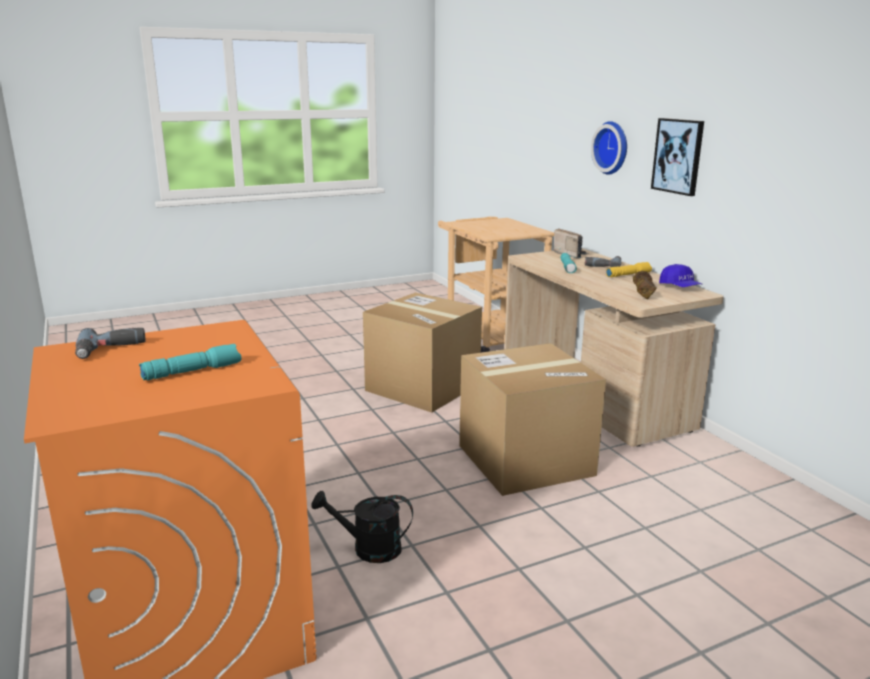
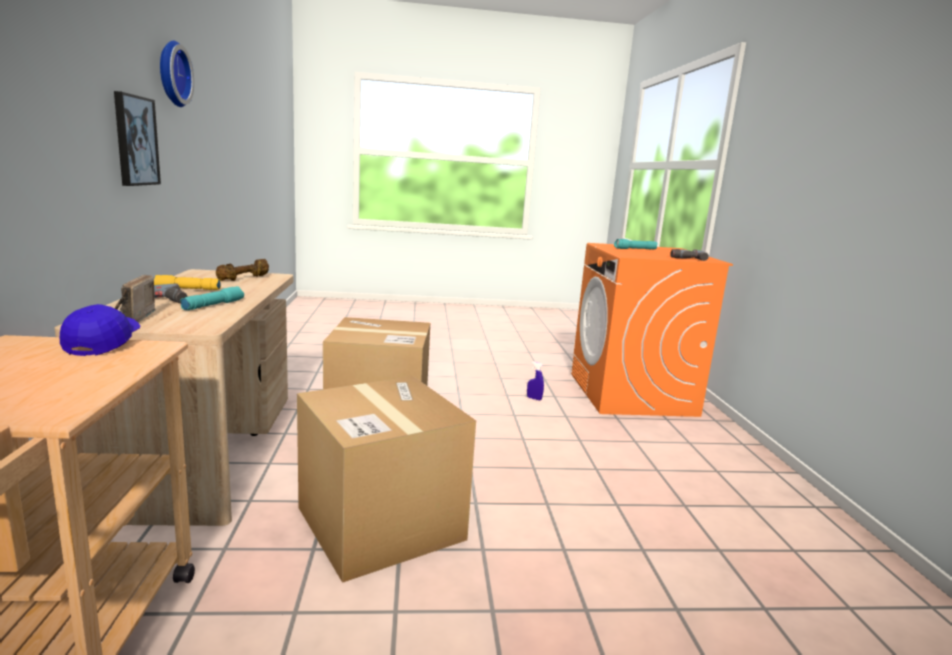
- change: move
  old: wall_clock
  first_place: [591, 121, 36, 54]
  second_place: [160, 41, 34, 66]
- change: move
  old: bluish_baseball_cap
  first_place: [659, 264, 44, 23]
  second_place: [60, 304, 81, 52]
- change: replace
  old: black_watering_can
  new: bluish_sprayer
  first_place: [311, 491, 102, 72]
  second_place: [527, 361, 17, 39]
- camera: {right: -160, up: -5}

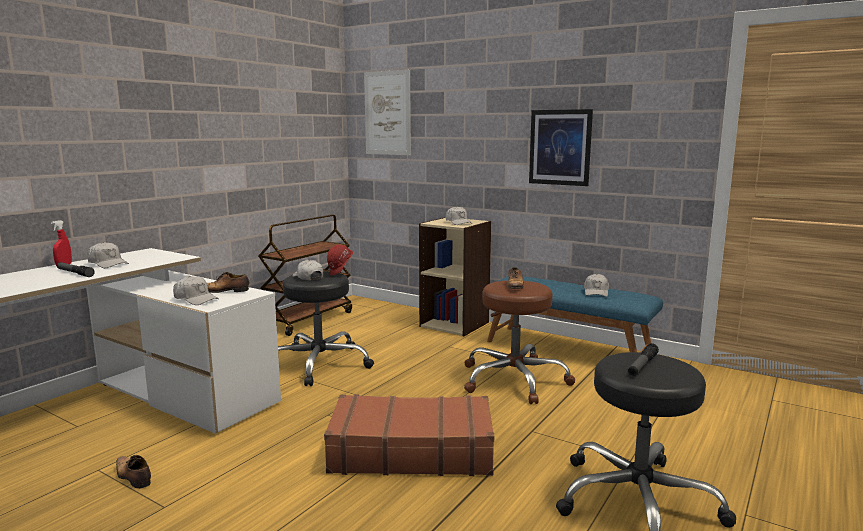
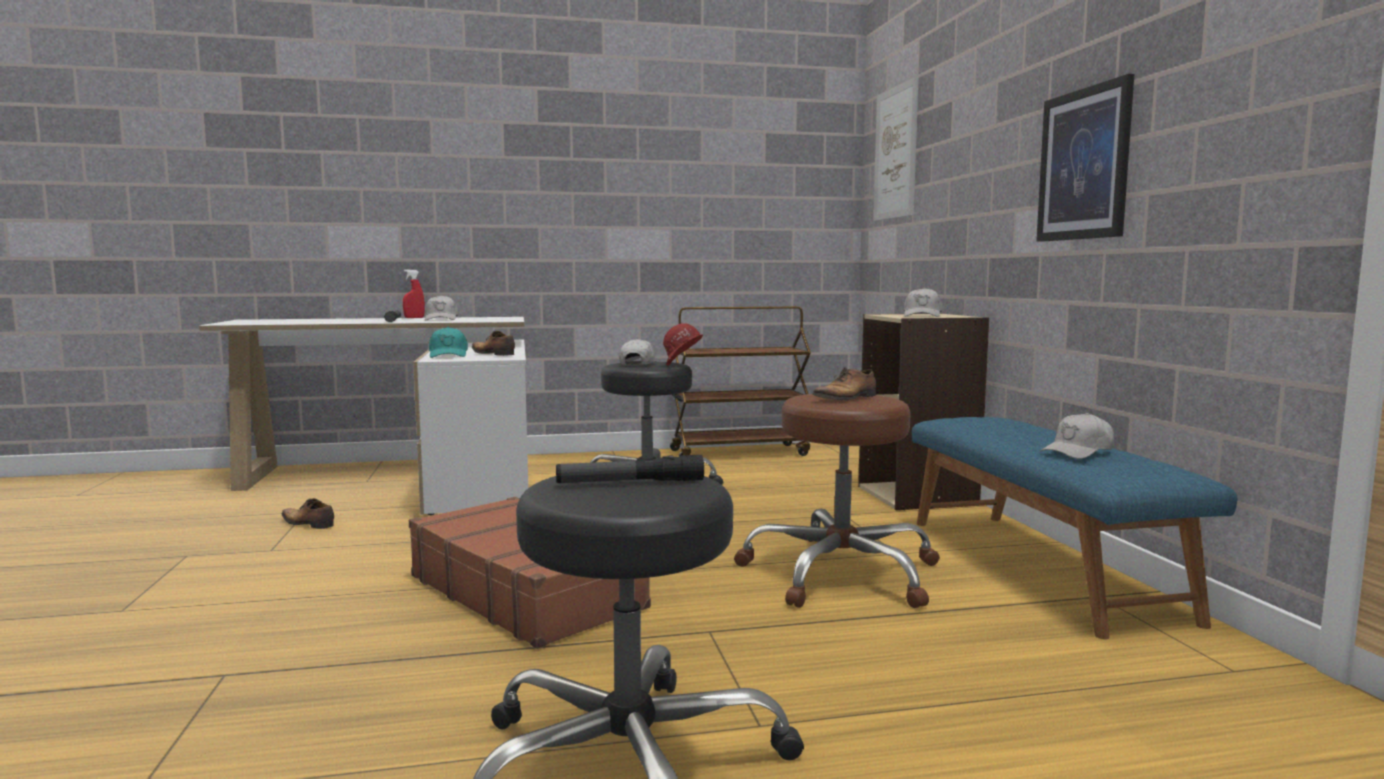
- change: recolor
  old: white-coloured_baseball_cap
  new: blue-green_baseball_cap
  first_place: [173, 276, 46, 29]
  second_place: [429, 327, 39, 31]
- change: rotate
  old: shoe
  first_place: [116, 455, 35, 34]
  second_place: [282, 498, 52, 31]
  degrees: -60
- camera: {right: 45, up: -5}

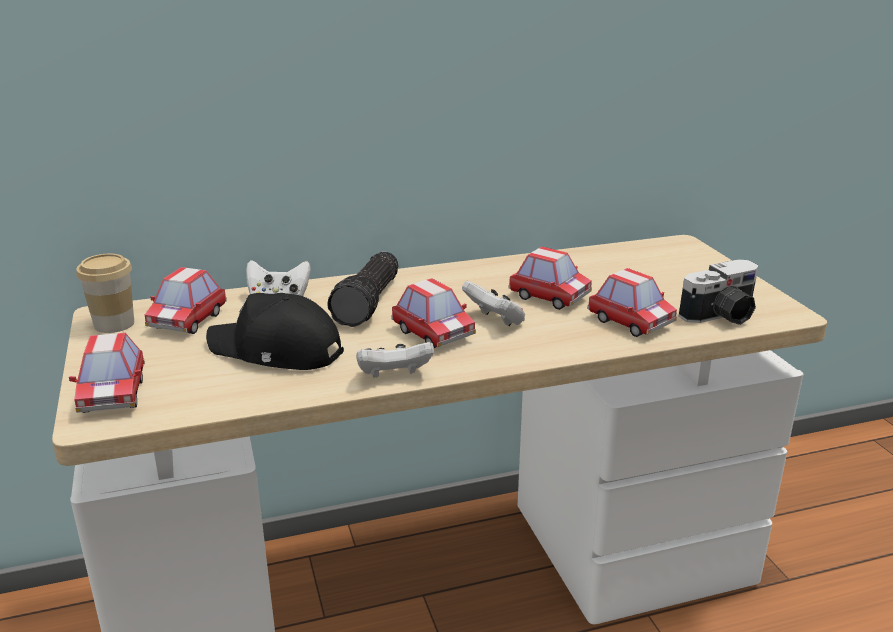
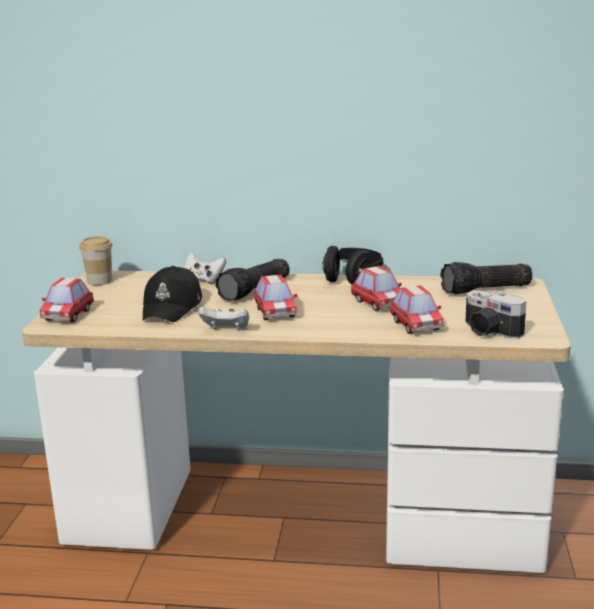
- change: rotate
  old: still_camera
  first_place: [679, 259, 80, 66]
  second_place: [465, 291, 61, 48]
  degrees: 45
- change: delete
  old: model_car
  first_place: [145, 267, 82, 67]
- change: delete
  old: white-coloured_joypad
  first_place: [462, 281, 63, 45]
- change: rotate
  old: black_baseball_cap
  first_place: [206, 293, 138, 77]
  second_place: [143, 266, 59, 56]
  degrees: -120
- change: insert
  new: black_headset
  second_place: [322, 246, 61, 38]
- change: insert
  new: hand_torch
  second_place: [440, 262, 92, 32]
- camera: {right: 25, up: -5}

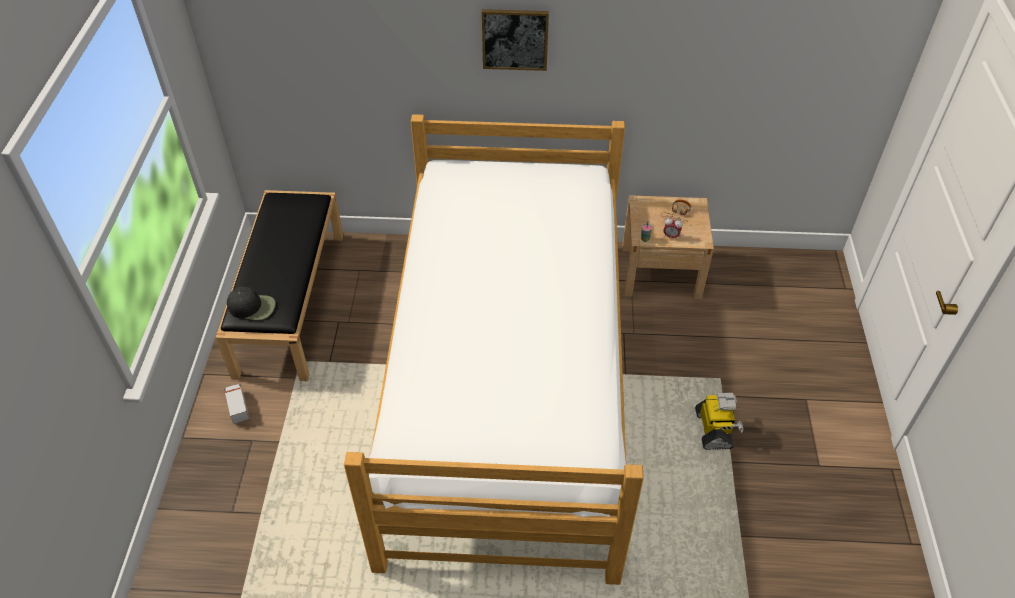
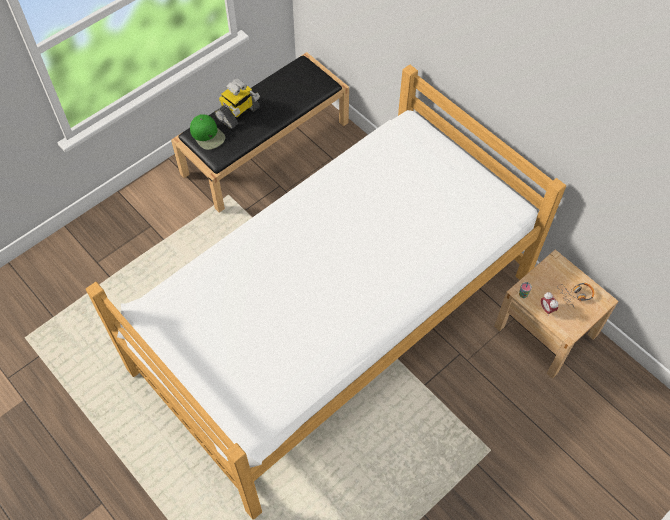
- change: delete
  old: picture
  first_place: [482, 9, 67, 62]
- change: recolor
  old: black_baseball_cap
  new: green_baseball_cap
  first_place: [227, 287, 48, 33]
  second_place: [190, 114, 35, 36]
- change: delete
  old: toy_lorry
  first_place: [224, 384, 25, 40]
- change: move
  old: robot_figure
  first_place: [695, 393, 49, 57]
  second_place: [215, 78, 45, 51]
- camera: {right: 45, up: 10}

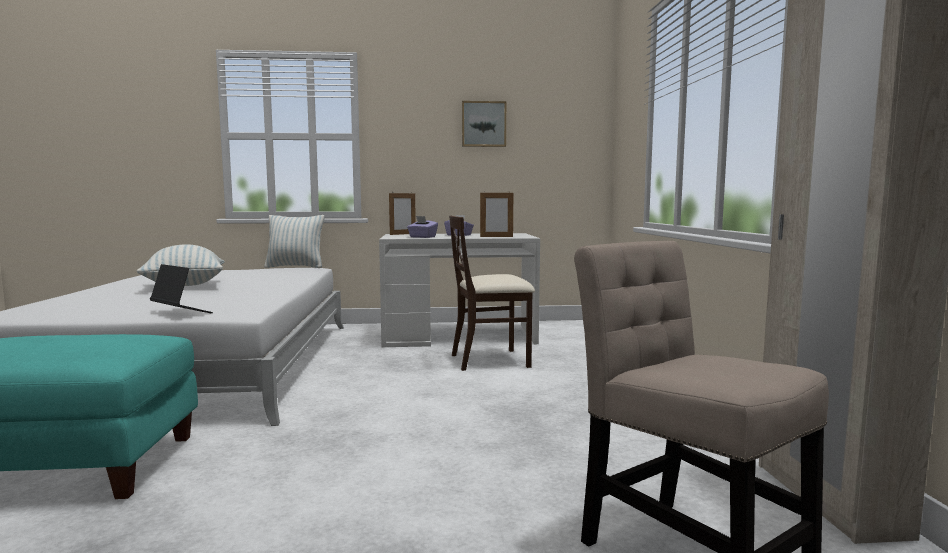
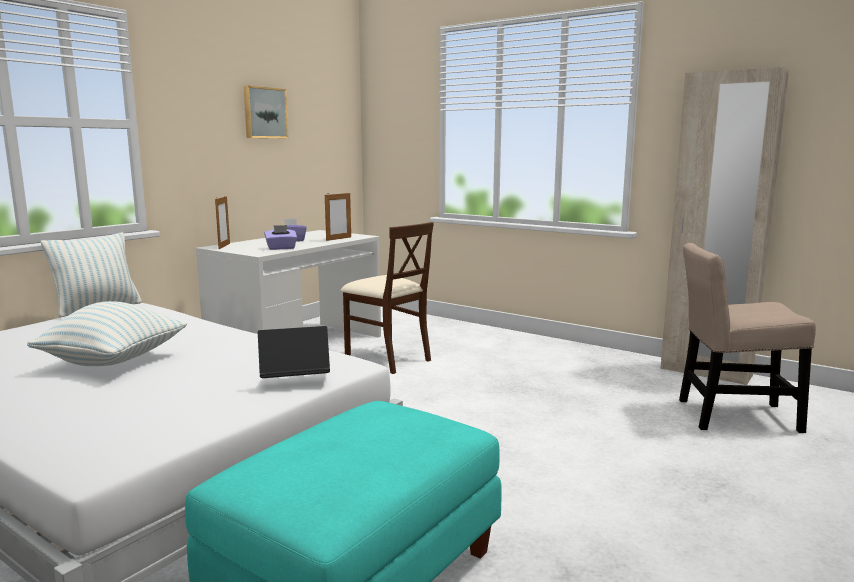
- change: rotate
  old: beige-coloured_chair
  first_place: [449, 215, 86, 156]
  second_place: [341, 222, 93, 152]
  degrees: -75
- camera: {right: -50, up: 5}

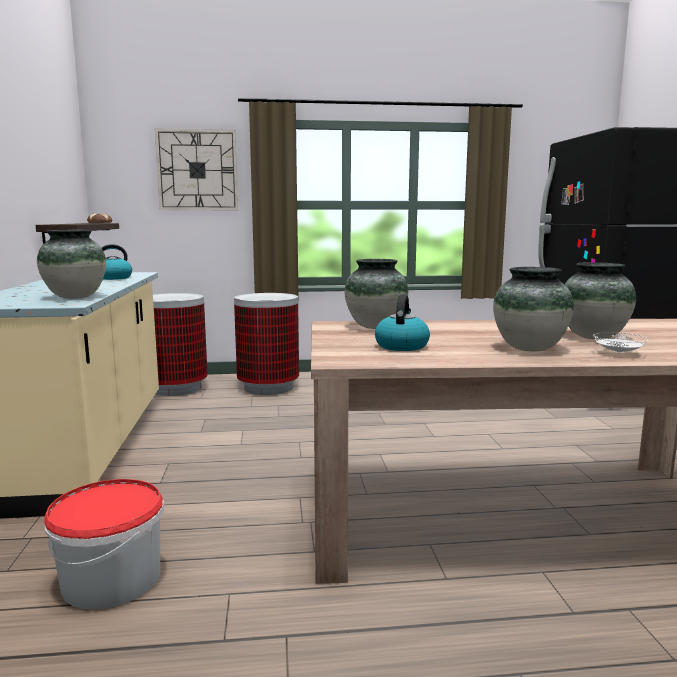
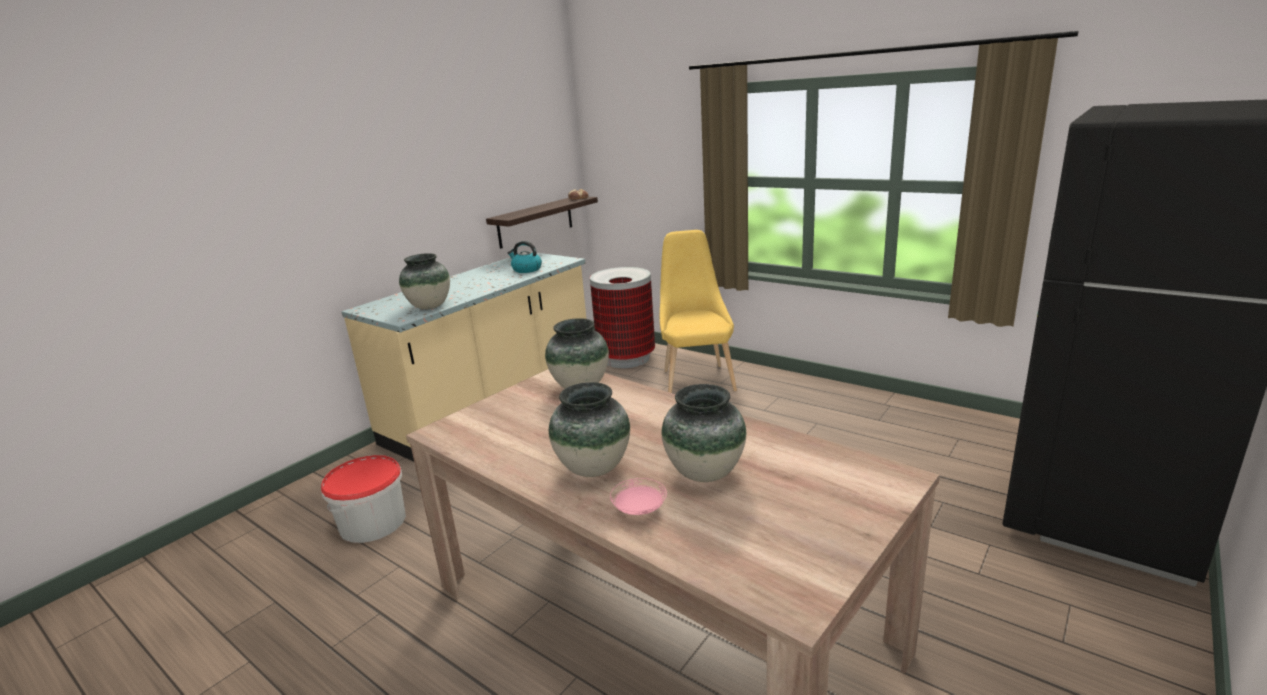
- change: delete
  old: wall_clock
  first_place: [154, 128, 84, 82]
- change: replace
  old: waste_bin
  new: yellow_chair
  first_place: [234, 293, 65, 102]
  second_place: [660, 230, 77, 163]
- change: delete
  old: water_kettle
  first_place: [375, 294, 55, 57]
- change: recolor
  old: white-coloured_flat_dish
  new: pink-coloured_flat_dish
  first_place: [593, 332, 55, 22]
  second_place: [610, 478, 57, 37]
- camera: {right: 45, up: 10}

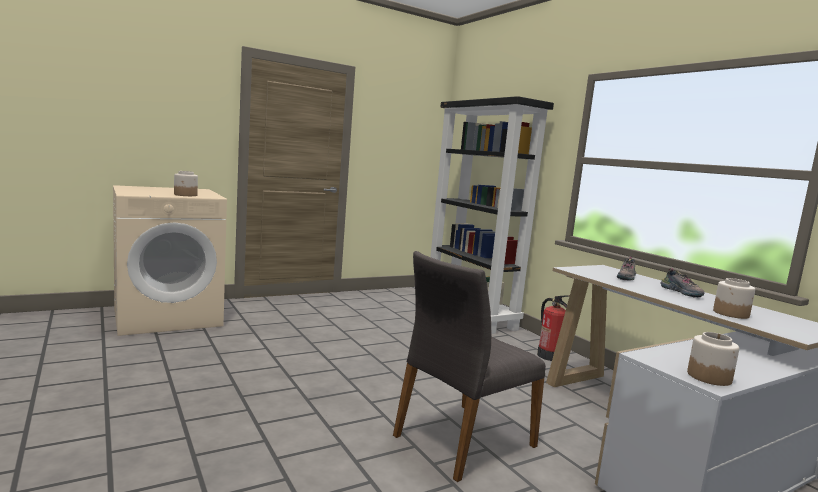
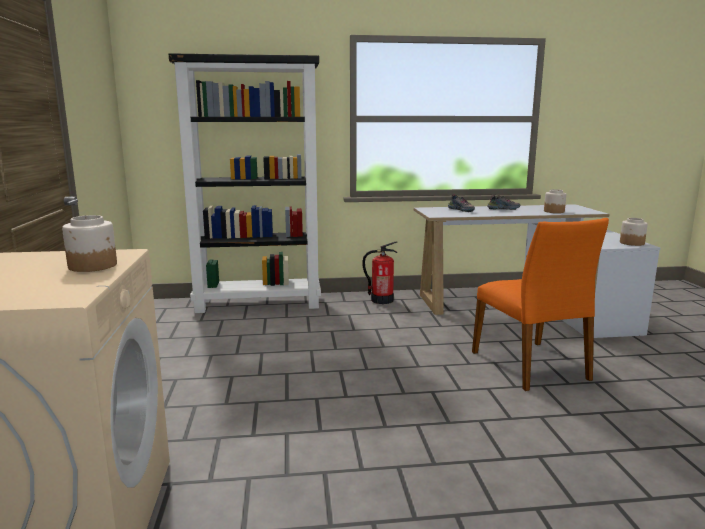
- change: recolor
  old: grey_chair
  new: orange_chair
  first_place: [393, 251, 153, 231]
  second_place: [472, 218, 137, 173]
- camera: {right: -65, up: 5}

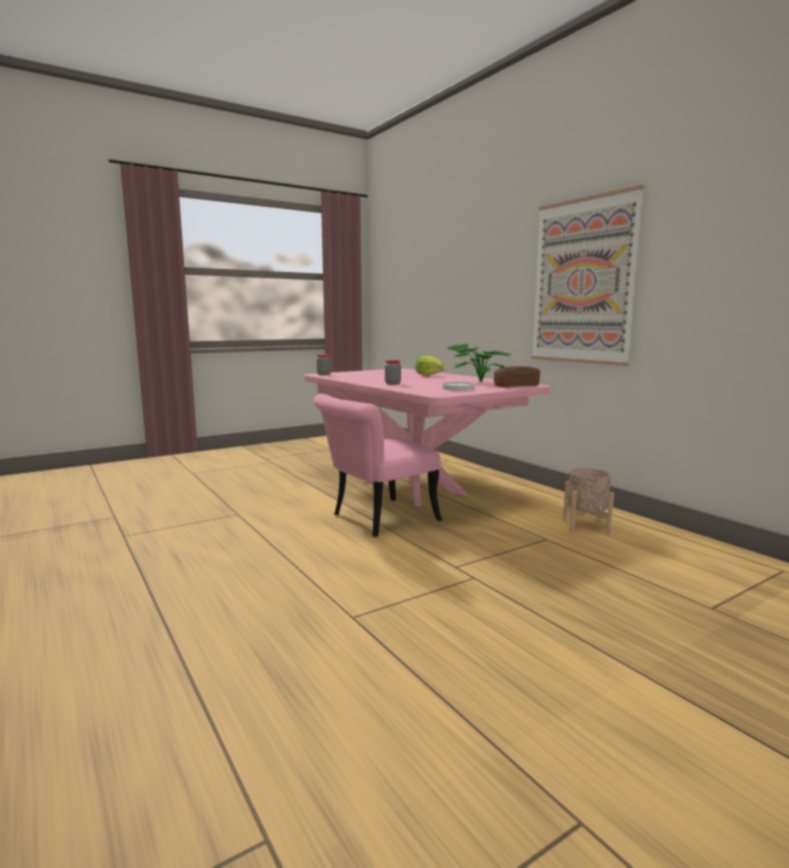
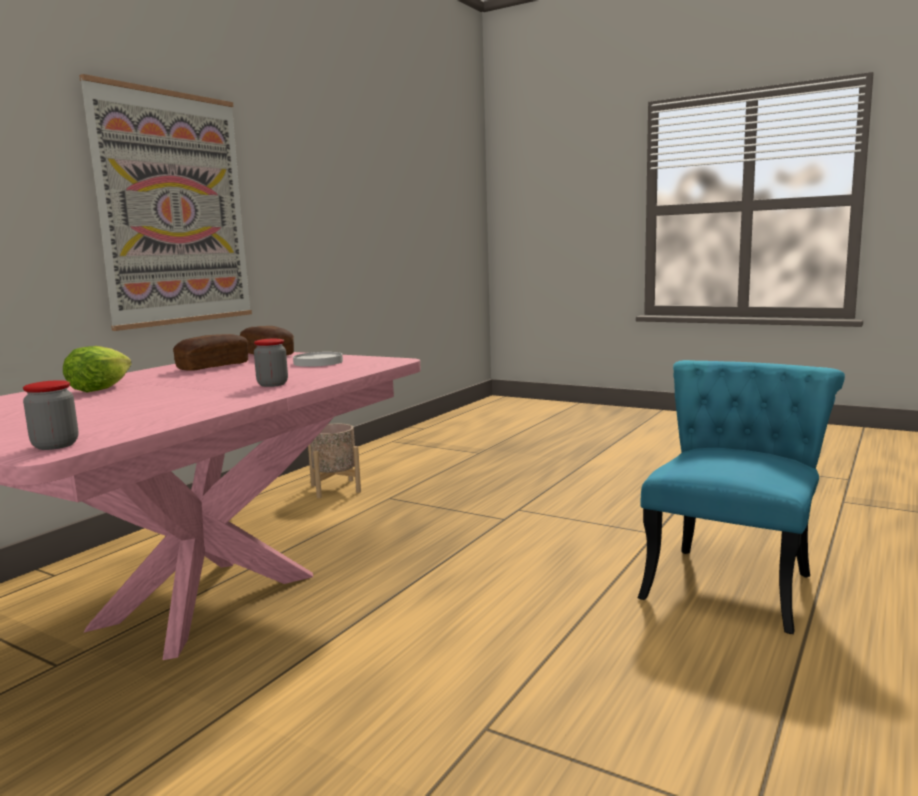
- change: replace
  old: houseplant
  new: bakery_bread
  first_place: [448, 344, 63, 38]
  second_place: [173, 334, 75, 37]
- change: delete
  old: pink-coloured_chair
  first_place: [314, 394, 128, 143]
- change: insert
  new: blue-green_chair
  second_place: [638, 360, 207, 274]
- camera: {right: -115, up: 0}

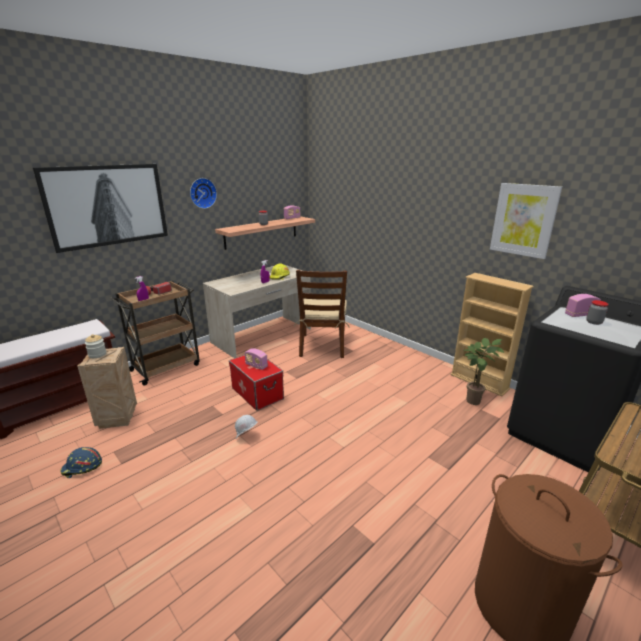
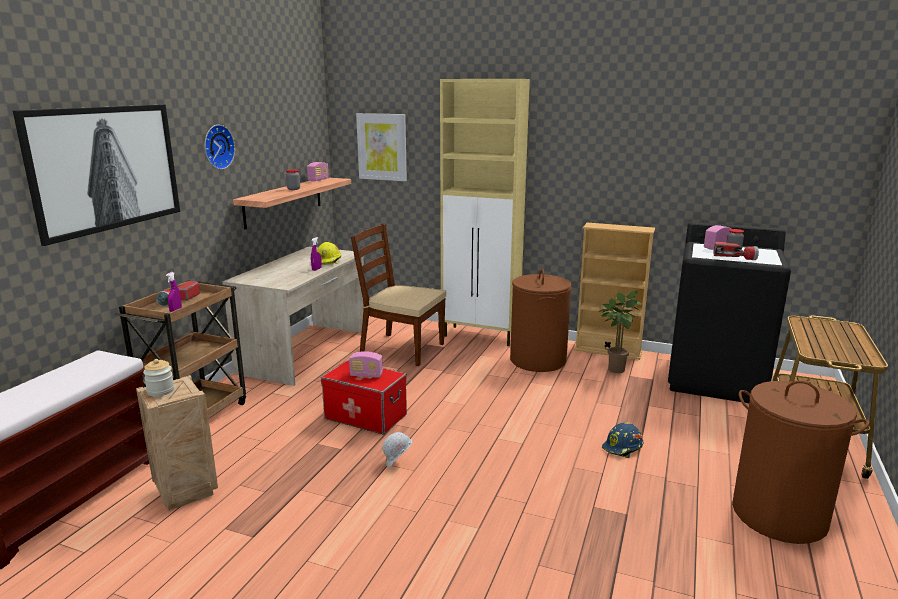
- change: move
  old: picture
  first_place: [490, 183, 72, 76]
  second_place: [356, 113, 51, 68]
- change: rotate
  old: brownish_chair
  first_place: [294, 270, 56, 88]
  second_place: [351, 224, 95, 142]
  degrees: 135
- change: move
  old: bluish_hard_hat
  first_place: [61, 447, 41, 31]
  second_place: [602, 422, 41, 36]
- change: insert
  new: beige-coloured_cabinet
  second_place: [440, 79, 90, 267]
- change: insert
  new: hand_torch
  second_place: [713, 242, 46, 18]
- change: insert
  new: brownish_hamper
  second_place: [510, 269, 62, 103]
- camera: {right: -25, up: -5}

